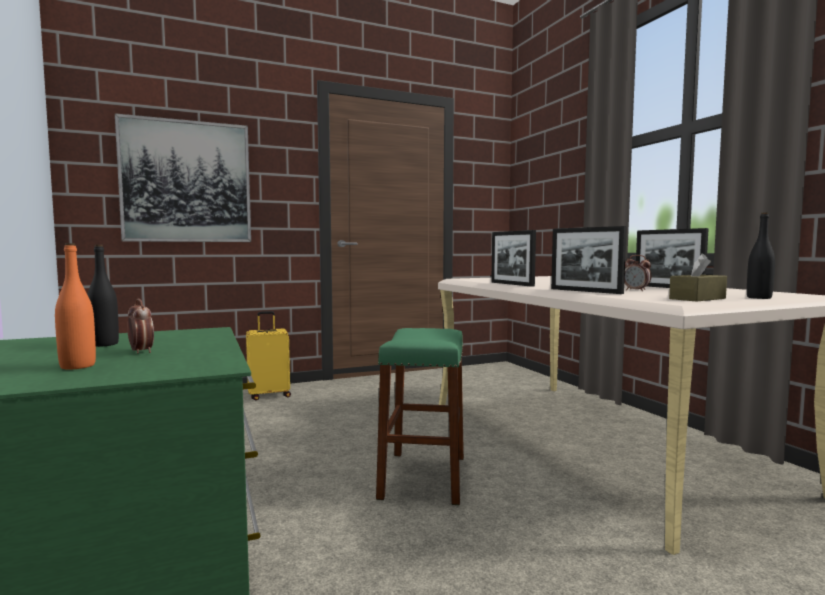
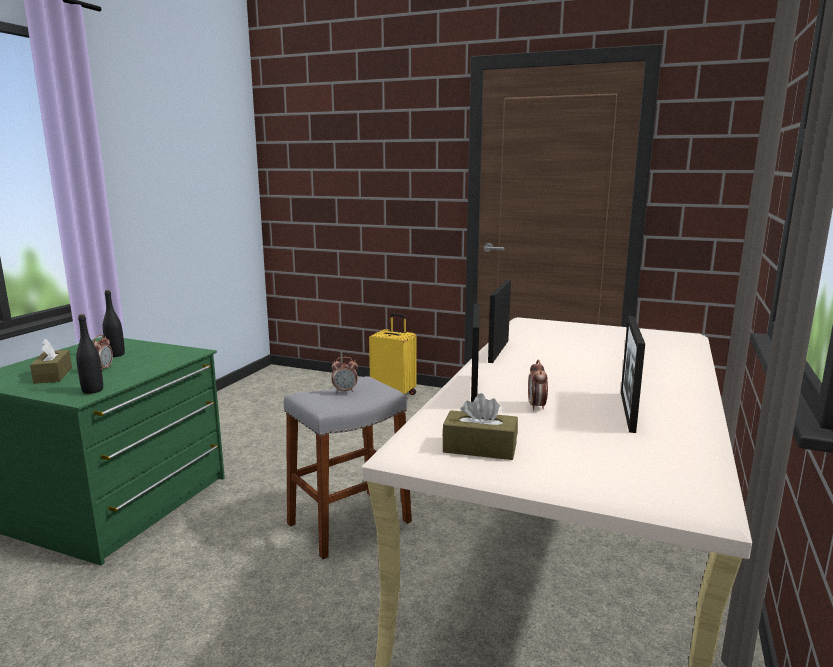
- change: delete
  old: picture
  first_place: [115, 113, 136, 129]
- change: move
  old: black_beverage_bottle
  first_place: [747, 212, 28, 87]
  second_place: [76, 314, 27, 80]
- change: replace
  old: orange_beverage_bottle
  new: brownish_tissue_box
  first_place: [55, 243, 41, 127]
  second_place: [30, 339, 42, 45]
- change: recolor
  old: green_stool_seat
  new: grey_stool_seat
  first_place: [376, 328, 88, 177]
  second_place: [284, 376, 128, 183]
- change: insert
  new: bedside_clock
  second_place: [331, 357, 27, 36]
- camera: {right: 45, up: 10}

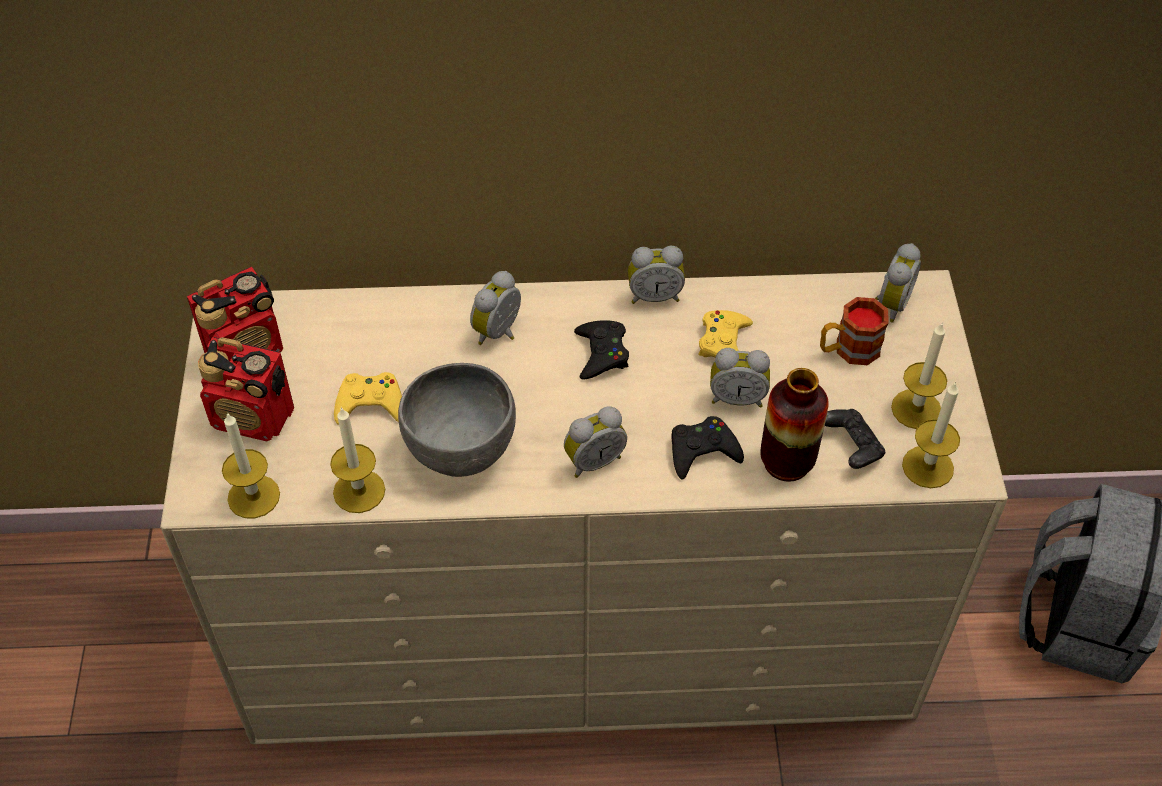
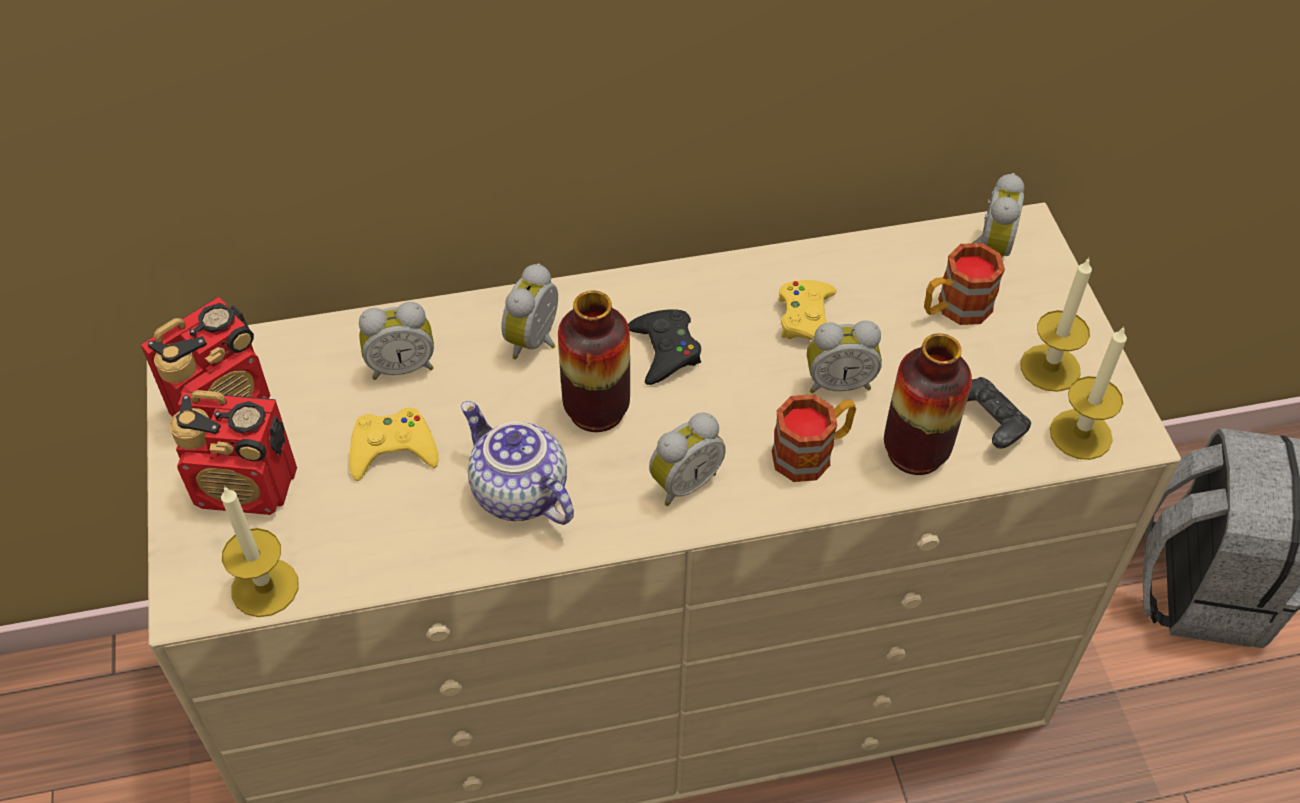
- change: move
  old: bedside_clock
  first_place: [628, 246, 57, 58]
  second_place: [359, 302, 75, 78]
- change: replace
  old: grey_deep_dish
  new: teapot
  first_place: [398, 363, 118, 114]
  second_place: [461, 401, 113, 124]
- change: delete
  old: candle
  first_place: [330, 407, 55, 106]
- change: replace
  old: black_joypad
  new: coffee_mug
  first_place: [671, 416, 73, 64]
  second_place: [772, 394, 84, 88]
- change: insert
  new: decorative_vase
  second_place: [558, 290, 72, 142]
- camera: {right: -10, up: 0}

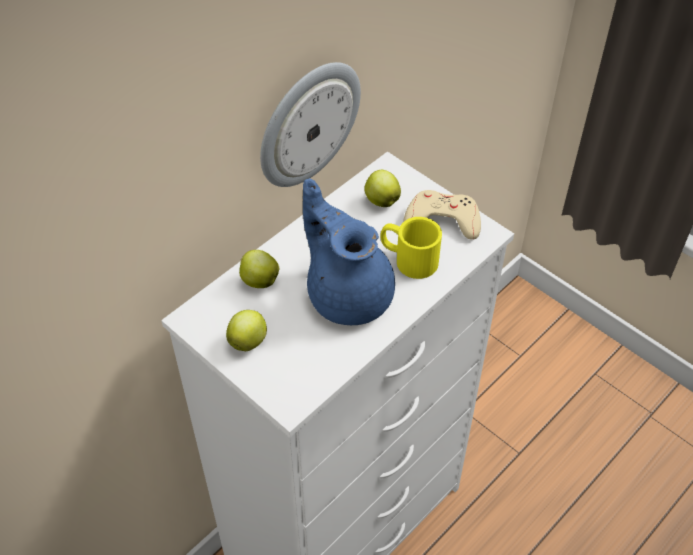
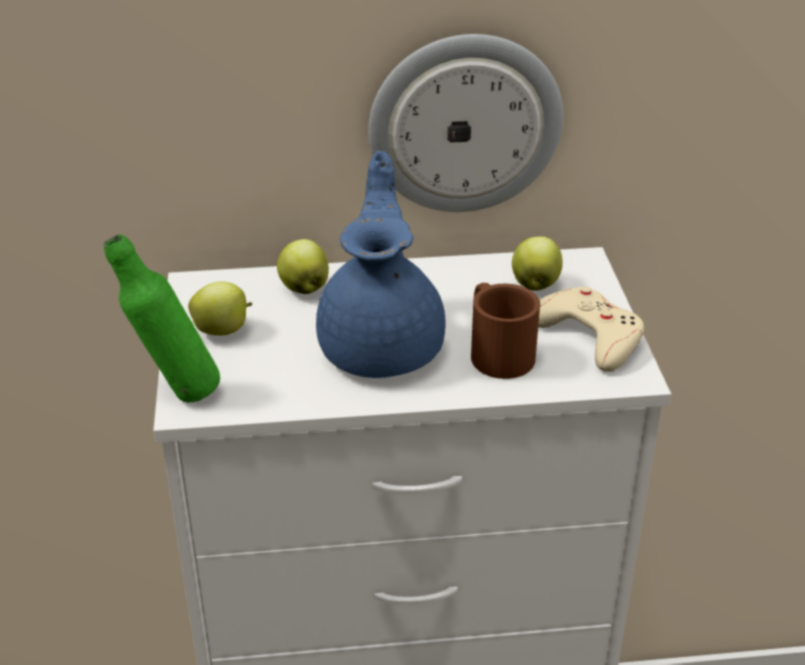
- change: recolor
  old: yellow_coffee_mug
  new: brownish_coffee_mug
  first_place: [380, 217, 62, 62]
  second_place: [471, 283, 69, 96]
- change: insert
  new: green_beverage_bottle
  second_place: [104, 234, 116, 169]
- camera: {right: 40, up: -15}

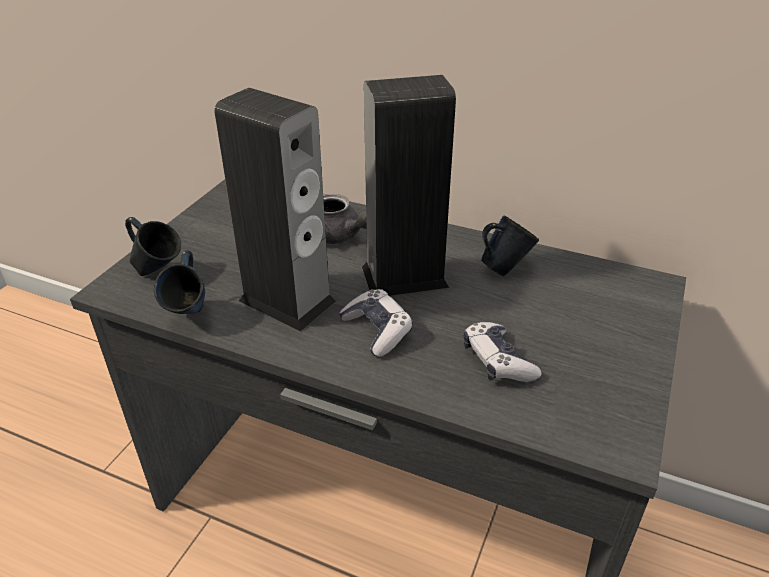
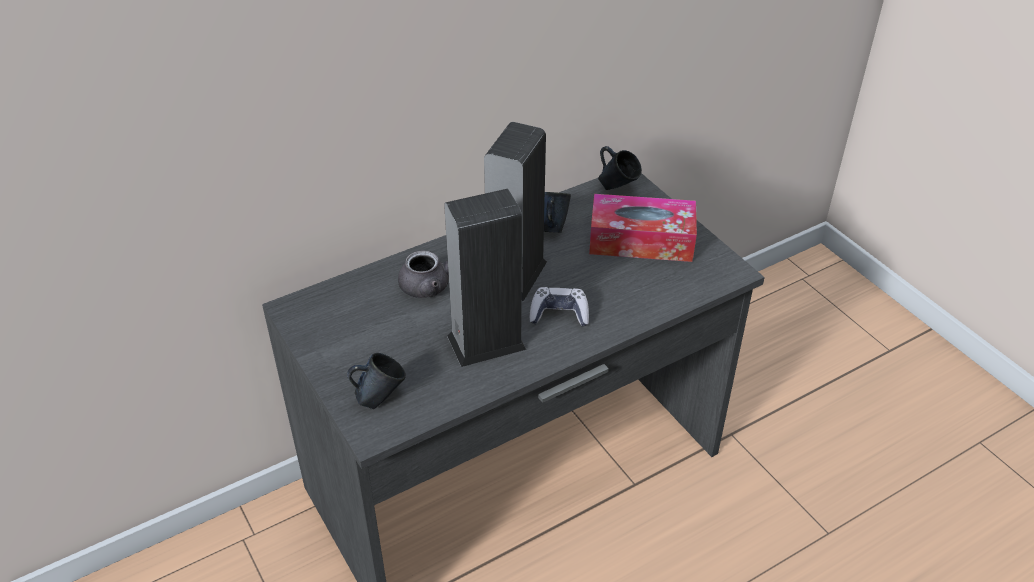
- change: move
  old: bluish_coffee_mug
  first_place: [154, 251, 51, 63]
  second_place: [598, 146, 44, 44]
- change: delete
  old: joypad
  first_place: [463, 322, 78, 60]
- change: insert
  new: tissue_box
  second_place: [589, 194, 108, 68]
- camera: {right: -55, up: 5}

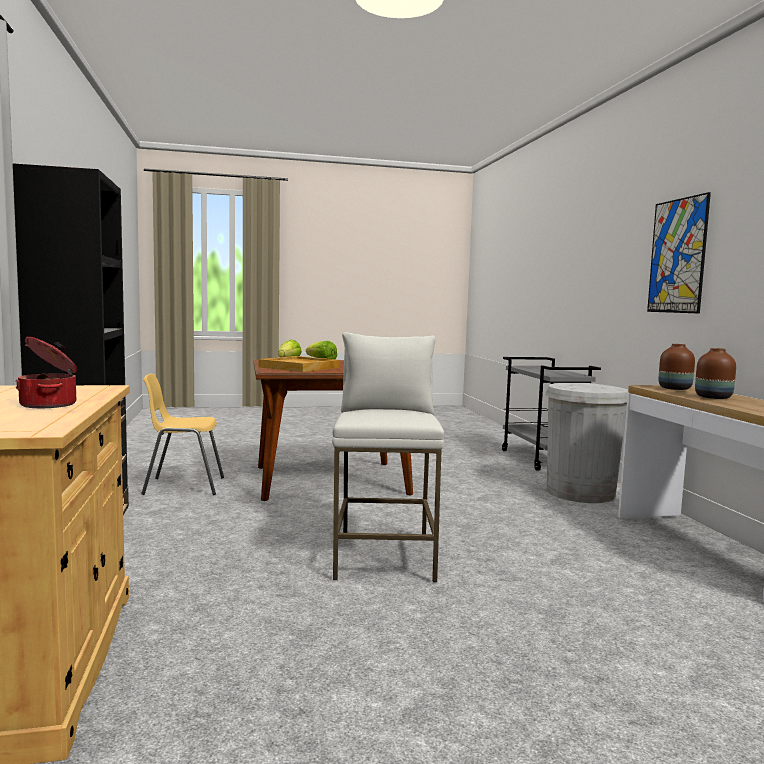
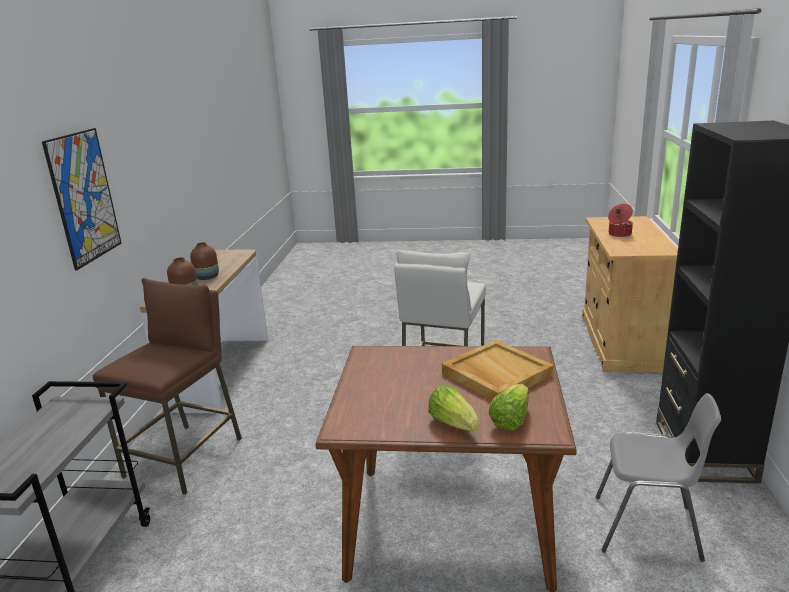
- change: recolor
  old: yellow_chair
  new: grey_chair
  first_place: [141, 374, 83, 121]
  second_place: [596, 393, 125, 169]
- change: replace
  old: white-coloured_waste_bin
  new: brownish_stool_seat
  first_place: [545, 383, 83, 120]
  second_place: [93, 278, 149, 217]
- camera: {right: -160, up: 15}

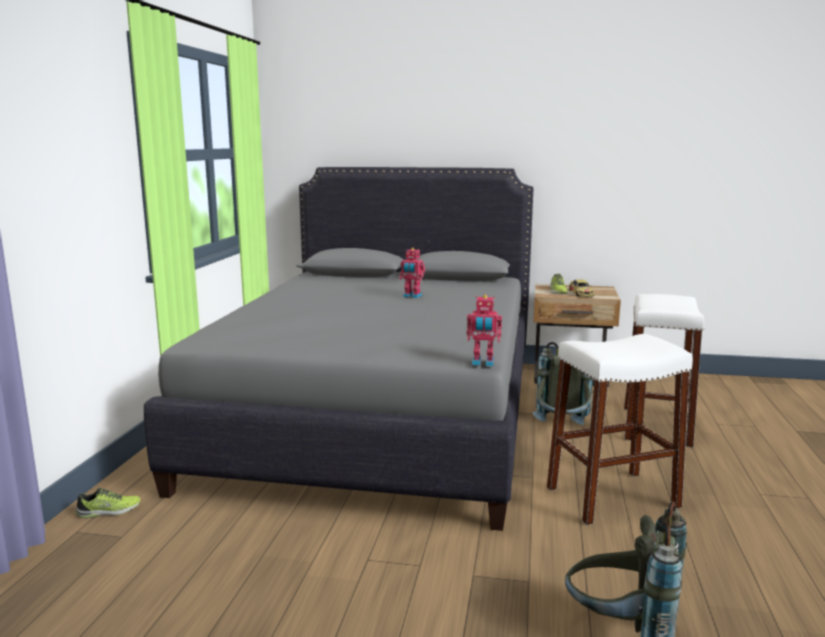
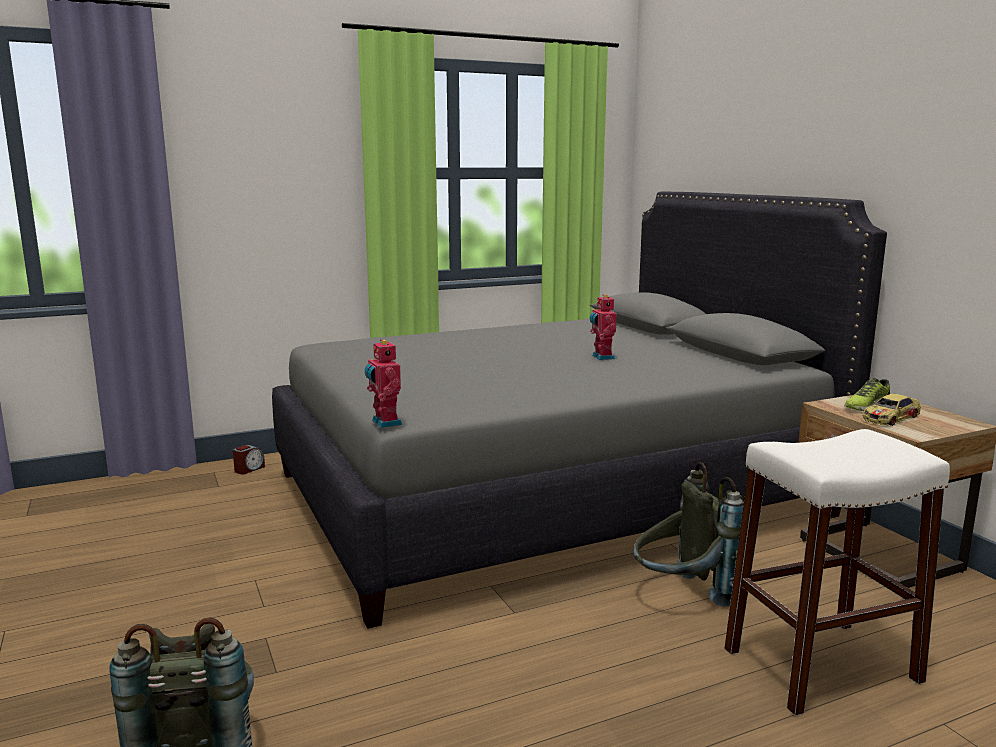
- change: delete
  old: white-coloured_stool_seat
  first_place: [547, 334, 146, 191]
- change: replace
  old: shoe
  new: bedside_clock
  first_place: [76, 488, 65, 30]
  second_place: [233, 445, 32, 29]
- camera: {right: 55, up: 0}

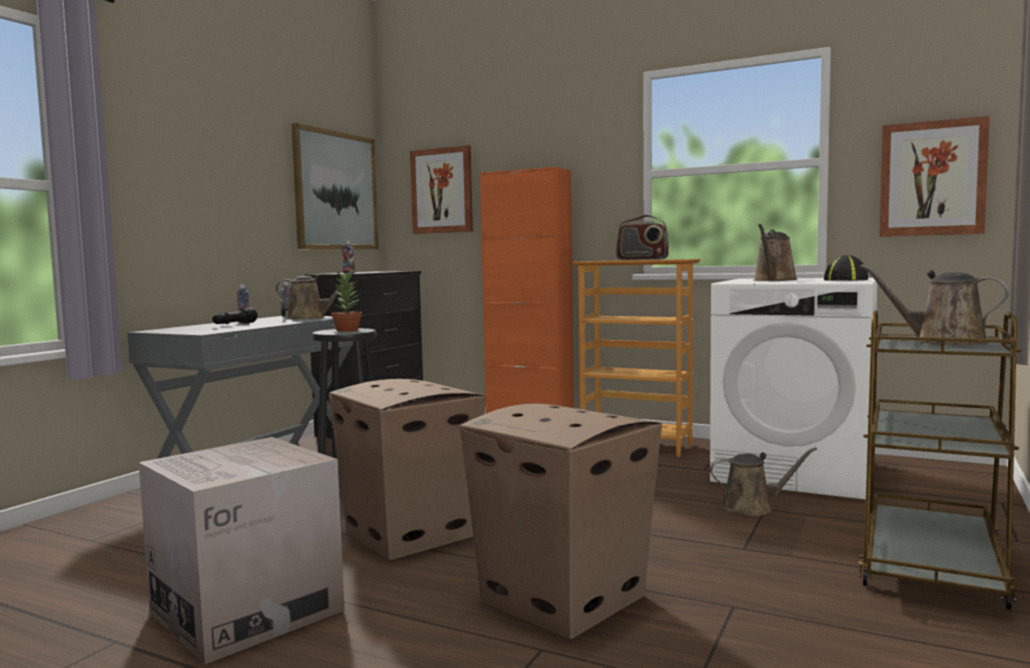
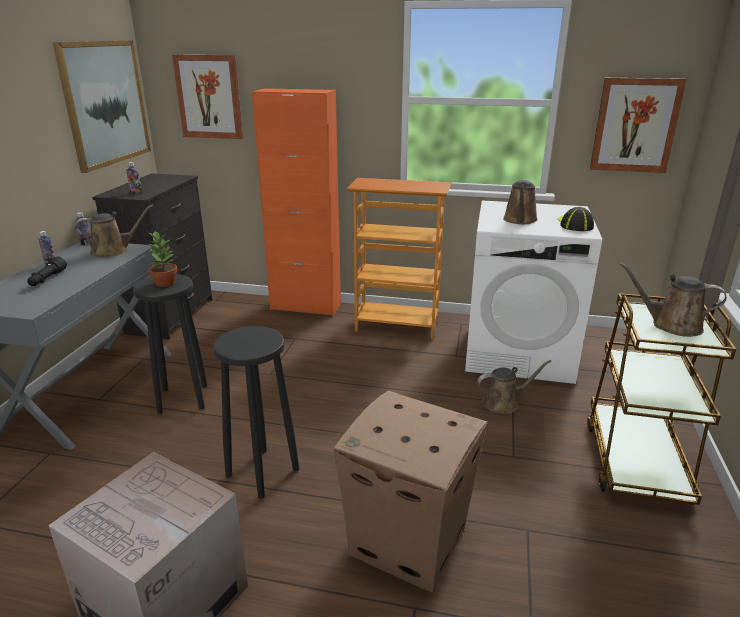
- change: delete
  old: radio_receiver
  first_place: [616, 215, 53, 45]
- change: replace
  old: cardboard_box
  new: black_stool_seat
  first_place: [329, 379, 157, 181]
  second_place: [214, 326, 85, 173]
- camera: {right: -15, up: 20}

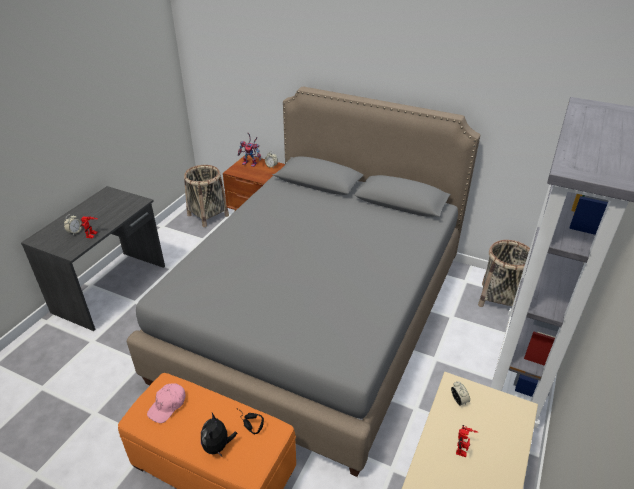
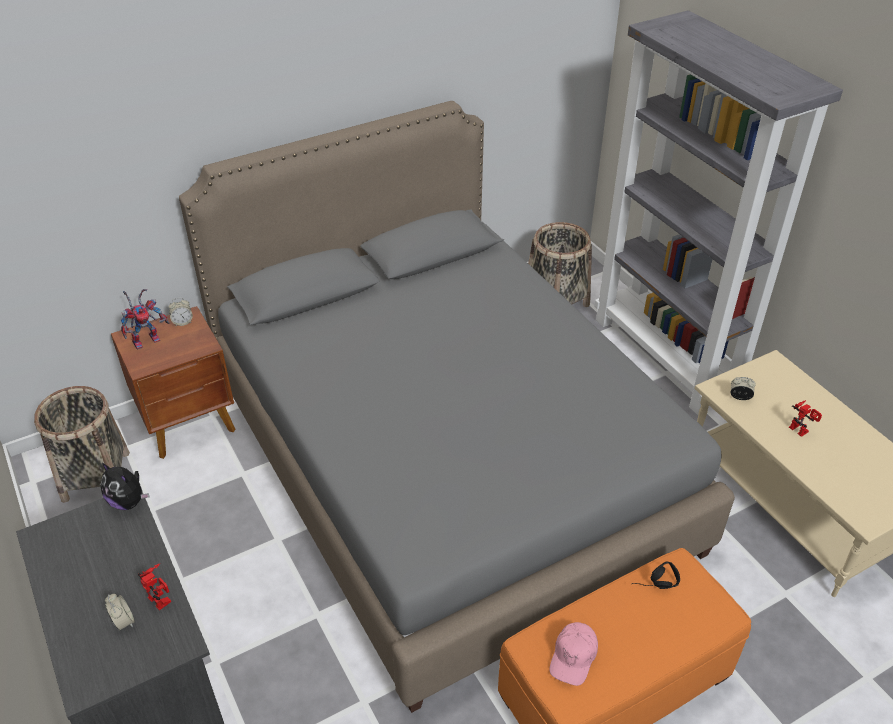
- change: rotate
  old: pink-coloured_baseball_cap
  first_place: [147, 383, 39, 40]
  second_place: [550, 622, 48, 64]
  degrees: 45
- change: move
  old: cuddly_toy
  first_place: [201, 413, 36, 43]
  second_place: [100, 462, 50, 48]
- camera: {right: -55, up: 5}

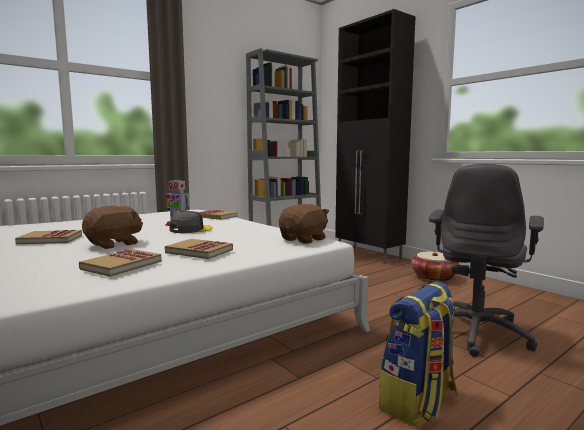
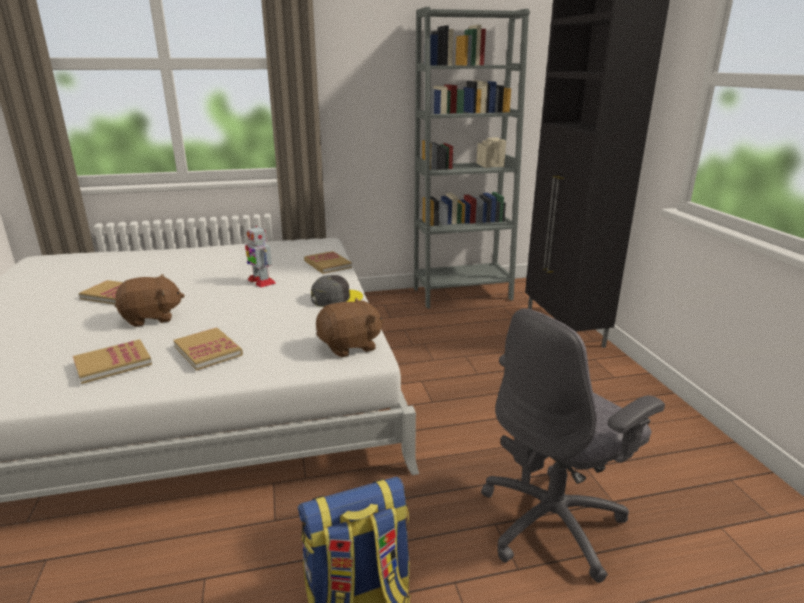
- change: move
  old: grey_baseball_cap
  first_place: [169, 211, 44, 22]
  second_place: [311, 275, 52, 32]
- change: delete
  old: basket
  first_place: [411, 252, 49, 30]
- camera: {right: 25, up: 15}

